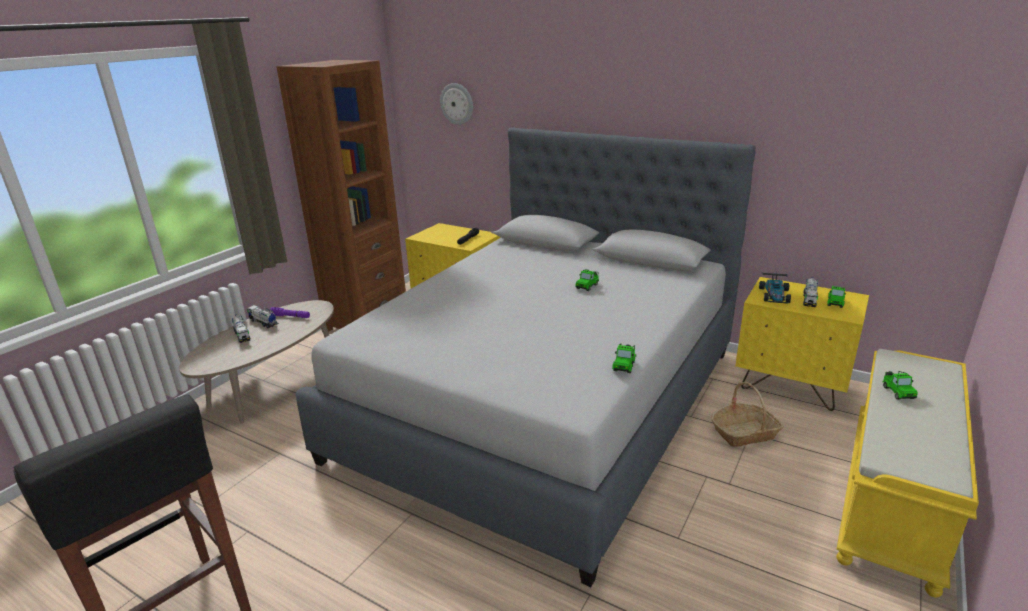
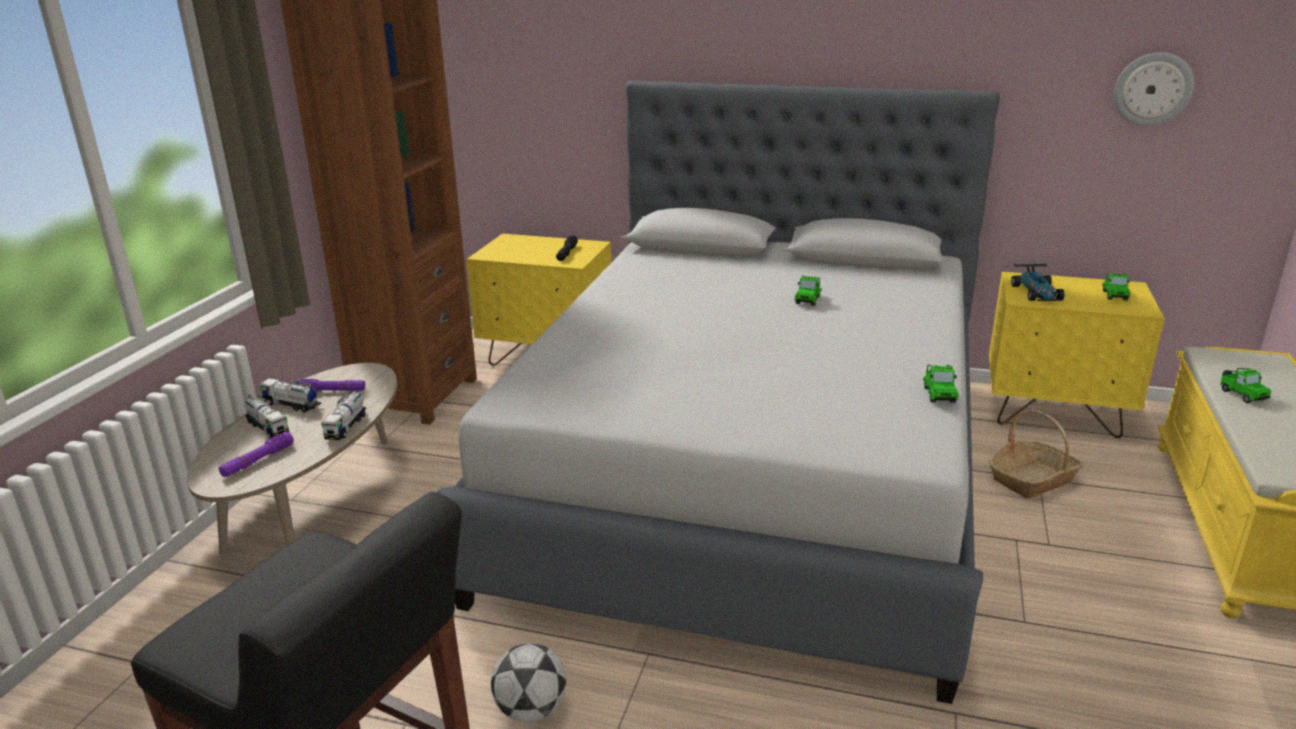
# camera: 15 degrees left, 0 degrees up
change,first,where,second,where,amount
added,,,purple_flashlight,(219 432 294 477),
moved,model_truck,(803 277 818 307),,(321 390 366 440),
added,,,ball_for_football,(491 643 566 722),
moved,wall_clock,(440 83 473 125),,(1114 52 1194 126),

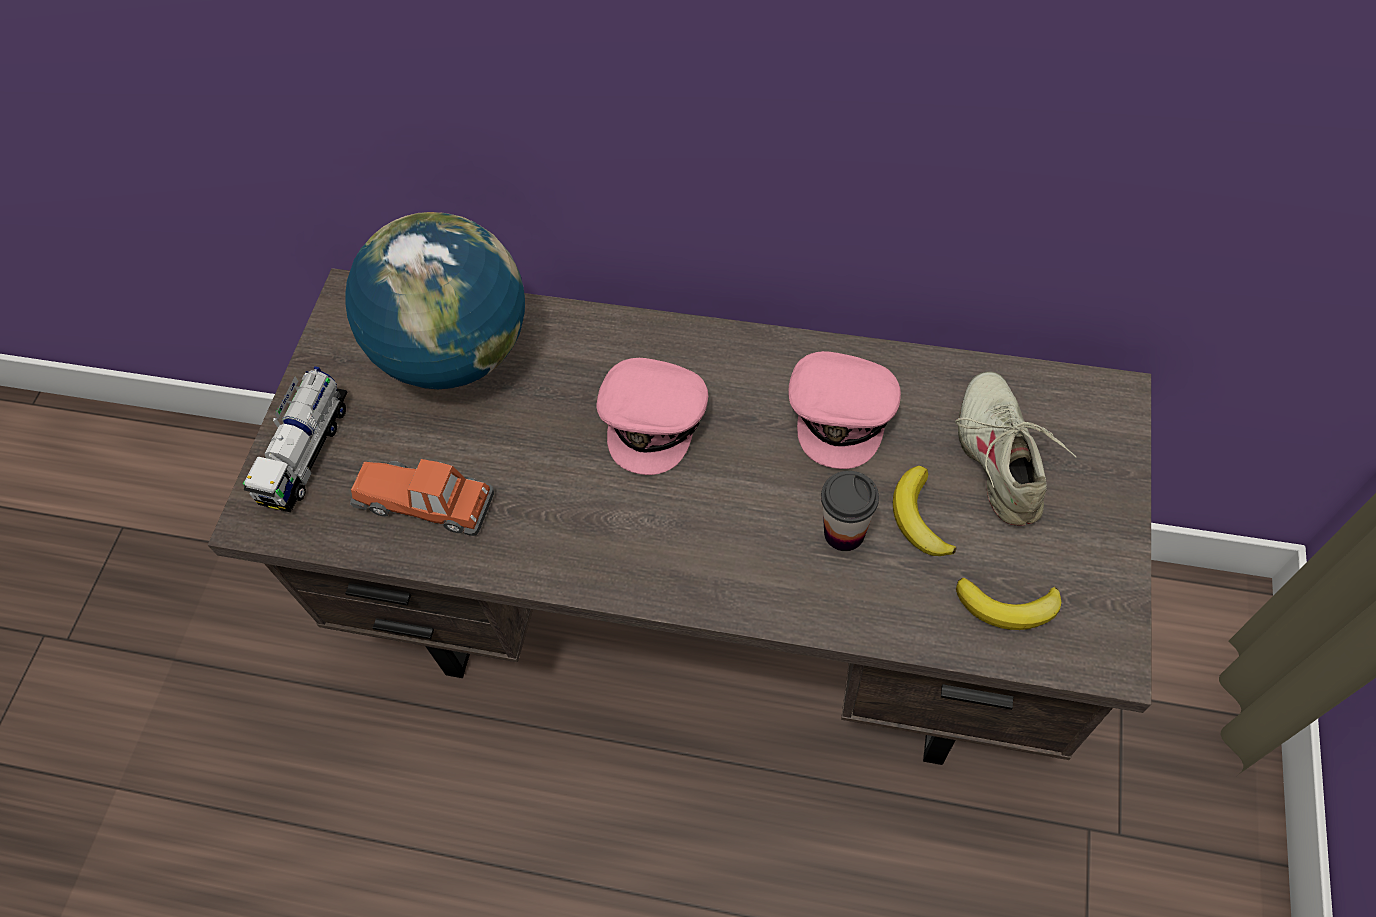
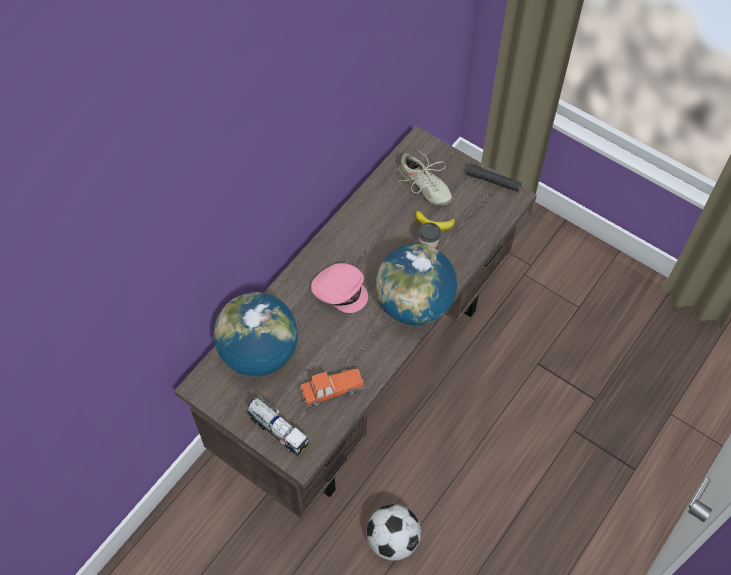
# camera: 70 degrees left, 0 degrees up
change,first,where,second,where,amount
turned,model_car,(350 459 494 536),,(299 368 366 409),150 degrees counterclockwise
added,,,ball_for_football,(366 504 421 561),
added,,,world_globe,(375 244 457 325),
turned,sand-coloured_low_shoe,(955 372 1076 526),,(398 150 452 207),150 degrees counterclockwise
added,,,blackish_flashlight,(466 163 521 192),
removed,pink-coloured_baseball_cap,(788 351 901 469),,,
removed,whole_banana,(956 577 1061 630),,,

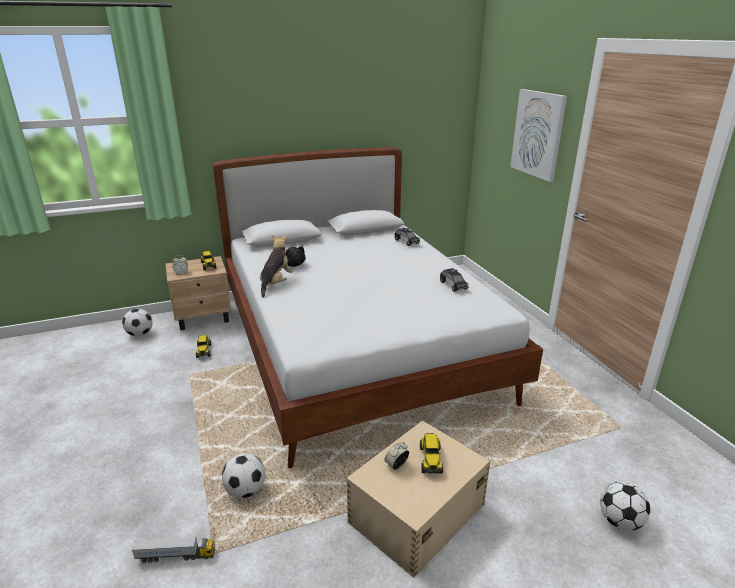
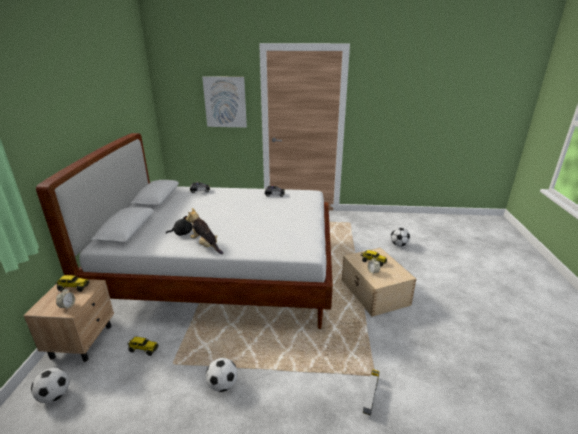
# camera: 65 degrees left, 0 degrees up
change,first,where,second,where,amount
moved,ball_for_football,(222 453 265 498),,(206 358 237 392),

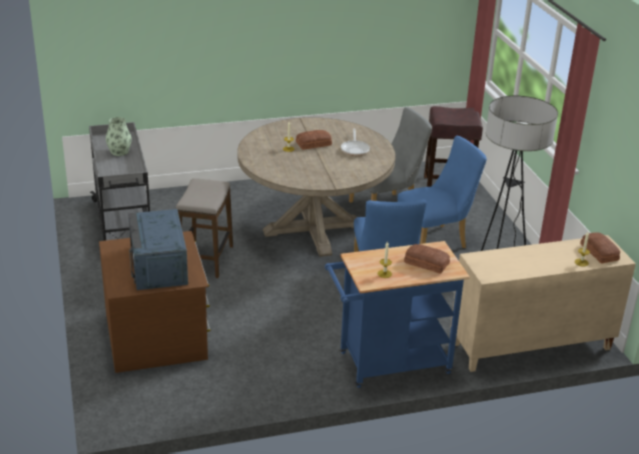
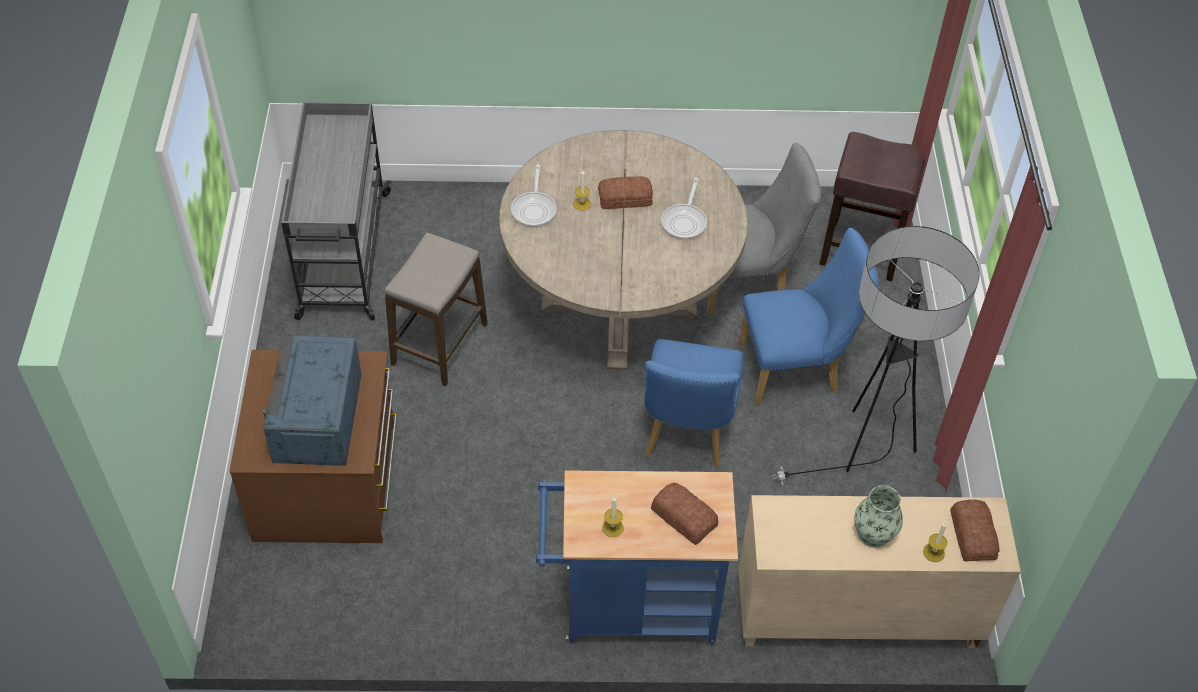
# camera: 15 degrees right, 20 degrees up
change,first,where,second,where,amount
added,,,skillet,(511 165 557 227),
moved,flower_vase,(106 117 132 156),,(854 485 903 547),

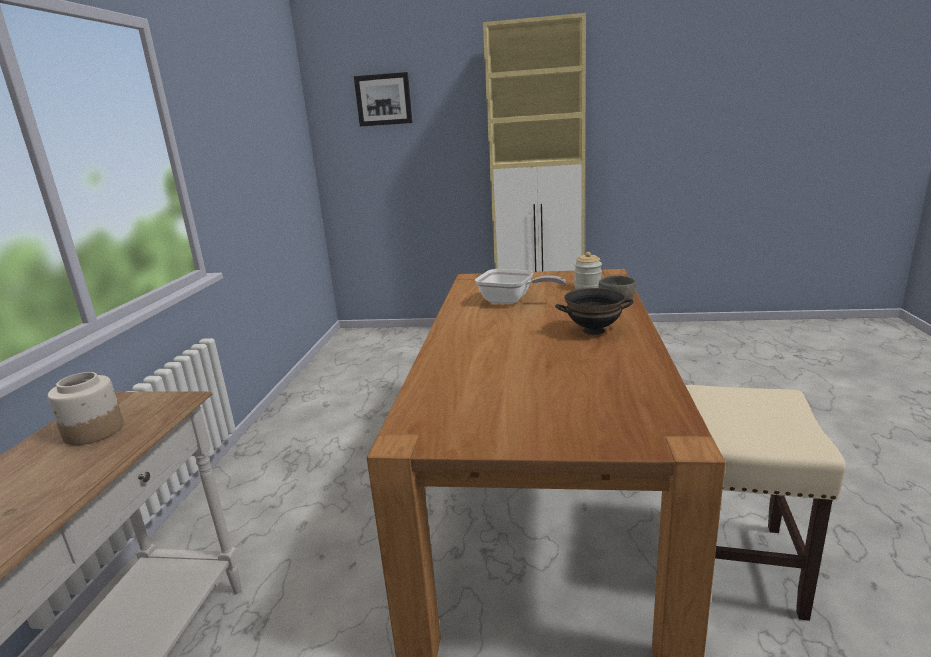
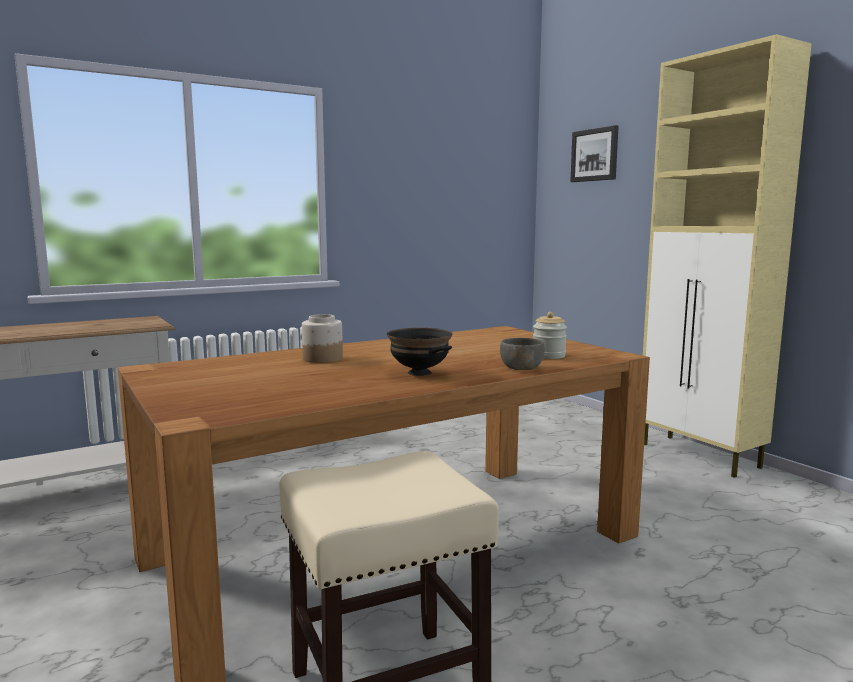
# camera: 50 degrees right, 10 degrees down
change,first,where,second,where,amount
moved,jar,(47 372 124 445),,(302 314 343 363),
removed,skillet,(475 269 566 304),,,

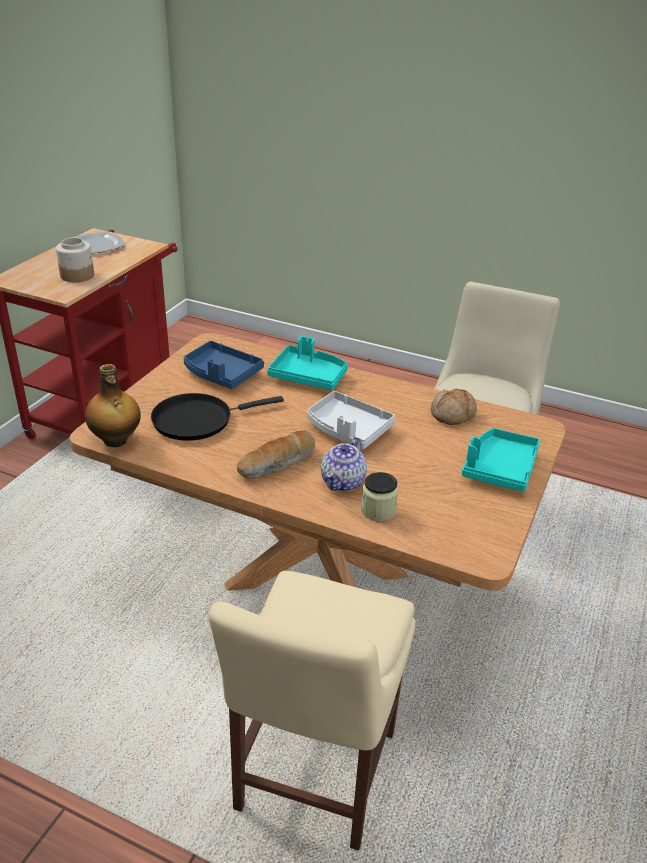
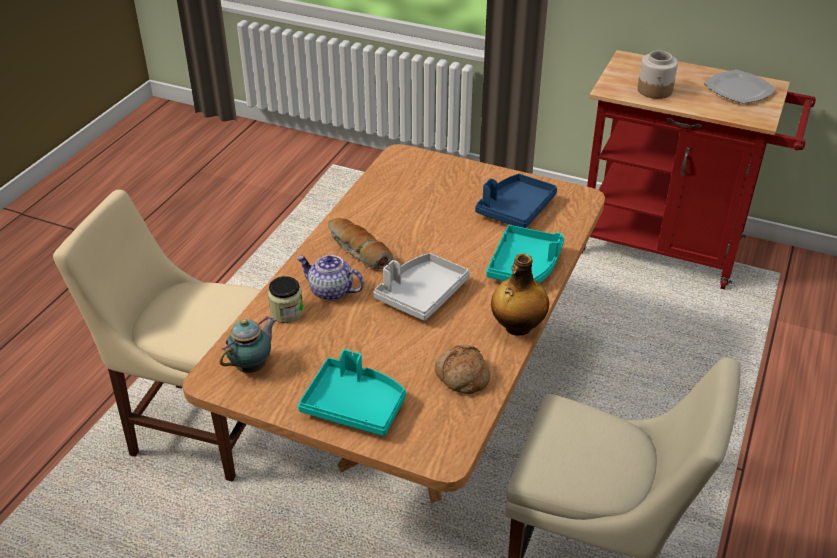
# camera: 90 degrees right, 5 degrees up
change,first,where,second,where,amount
added,,,teapot,(220 316 276 373),
moved,bottle,(85 364 141 447),,(491 253 549 336),
removed,blackish_skillet,(151 393 284 441),,,

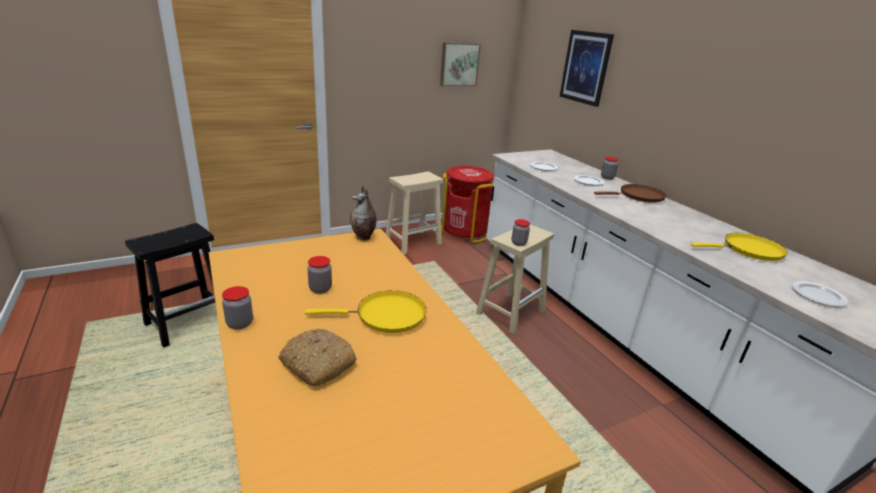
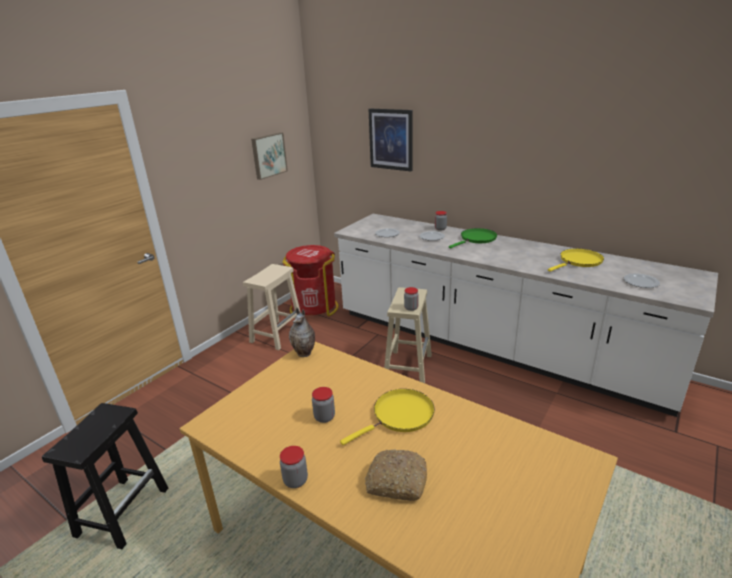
# camera: 25 degrees left, 0 degrees up
change,first,where,second,where,amount
recoloured,brownish_skillet,(594 184 667 203),green-coloured_skillet,(449 228 497 248),

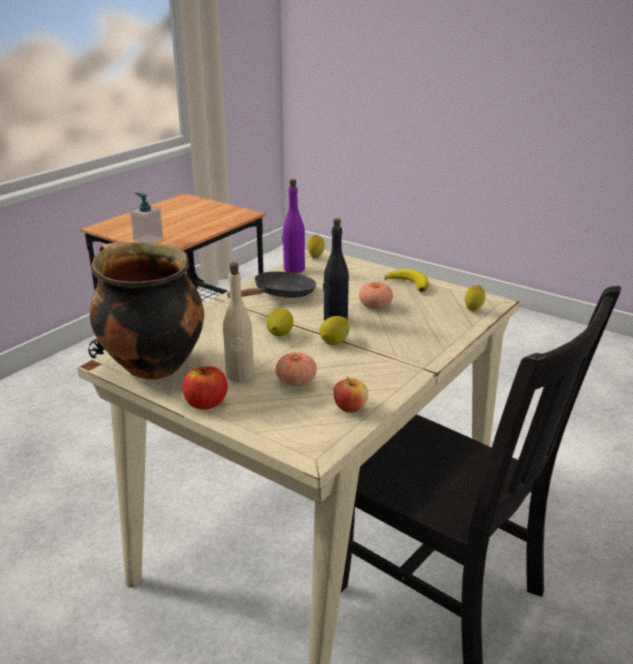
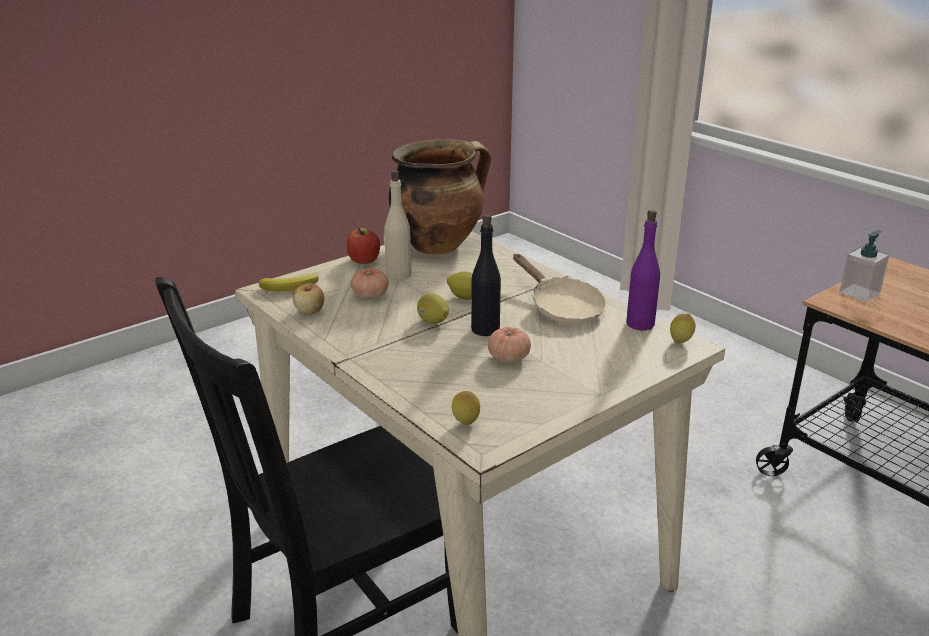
# camera: 105 degrees right, 0 degrees up
change,first,where,second,where,amount
moved,whole_banana,(385 268 429 292),,(259 273 319 291),
recoloured,blackish_skillet,(228 271 316 298),sand-coloured_skillet,(513 254 606 324),

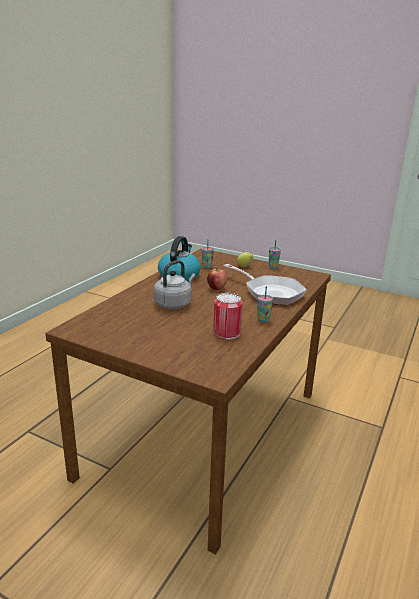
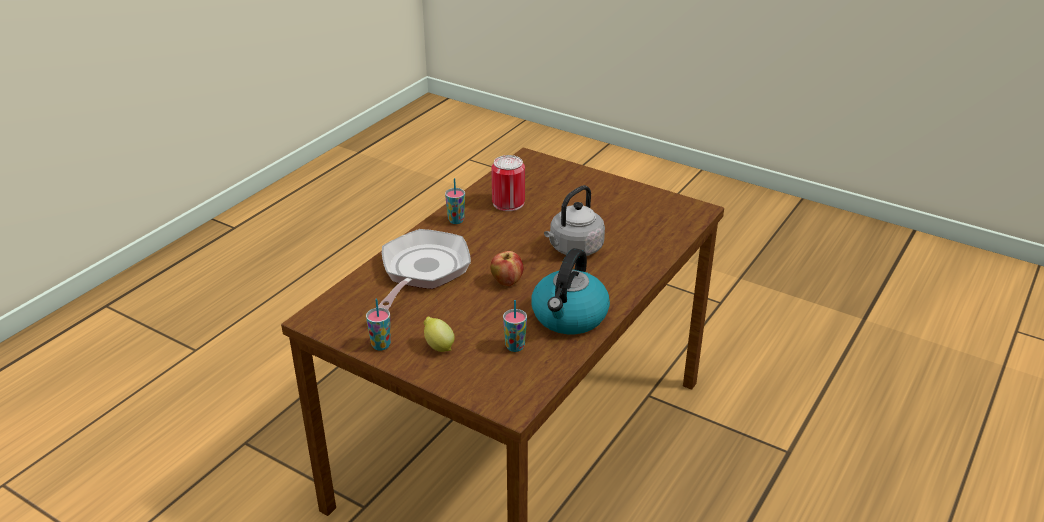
# camera: 175 degrees left, 10 degrees up
change,first,where,second,where,amount
turned,skillet,(224 264 307 305),,(378 229 471 310),60 degrees clockwise

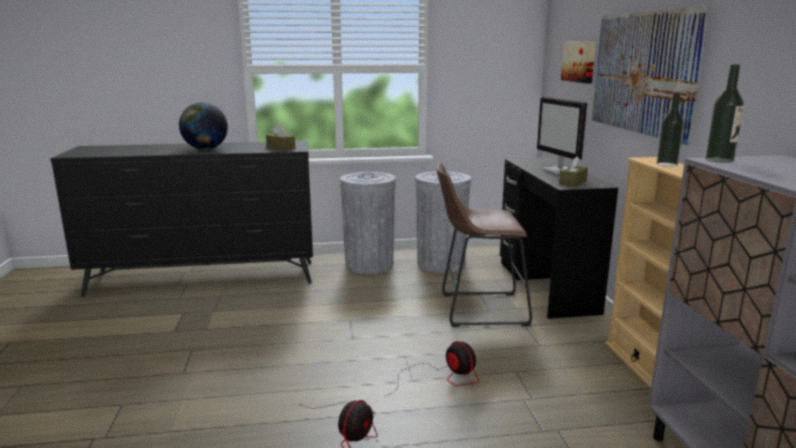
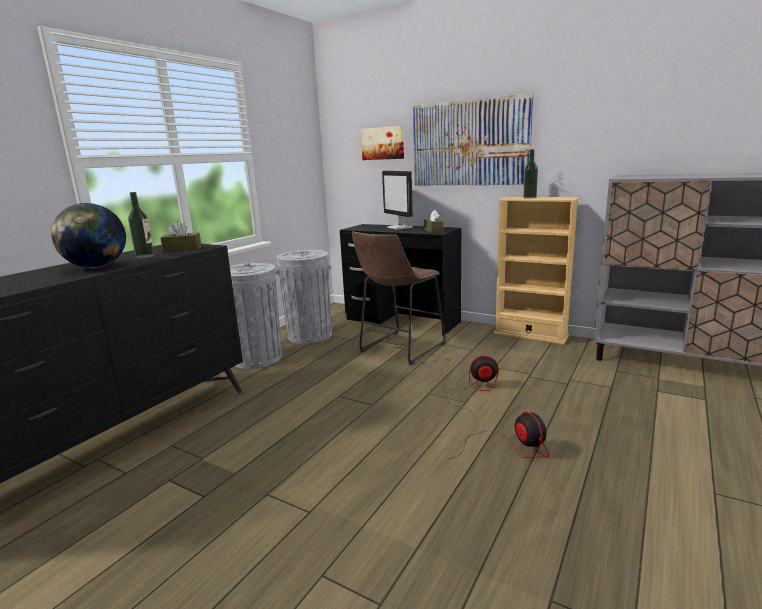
# camera: 50 degrees left, 0 degrees up
change,first,where,second,where,amount
moved,bottle,(706 64 744 163),,(128 192 154 258),
turned,monitor,(537 97 587 174),,(382 171 413 230),45 degrees clockwise

